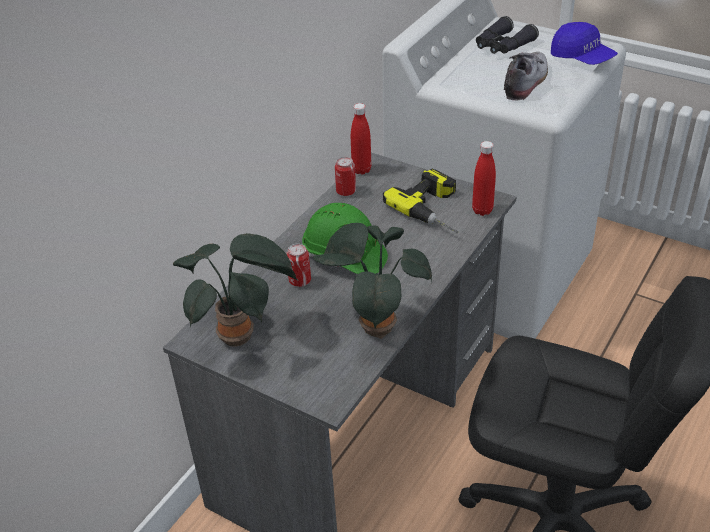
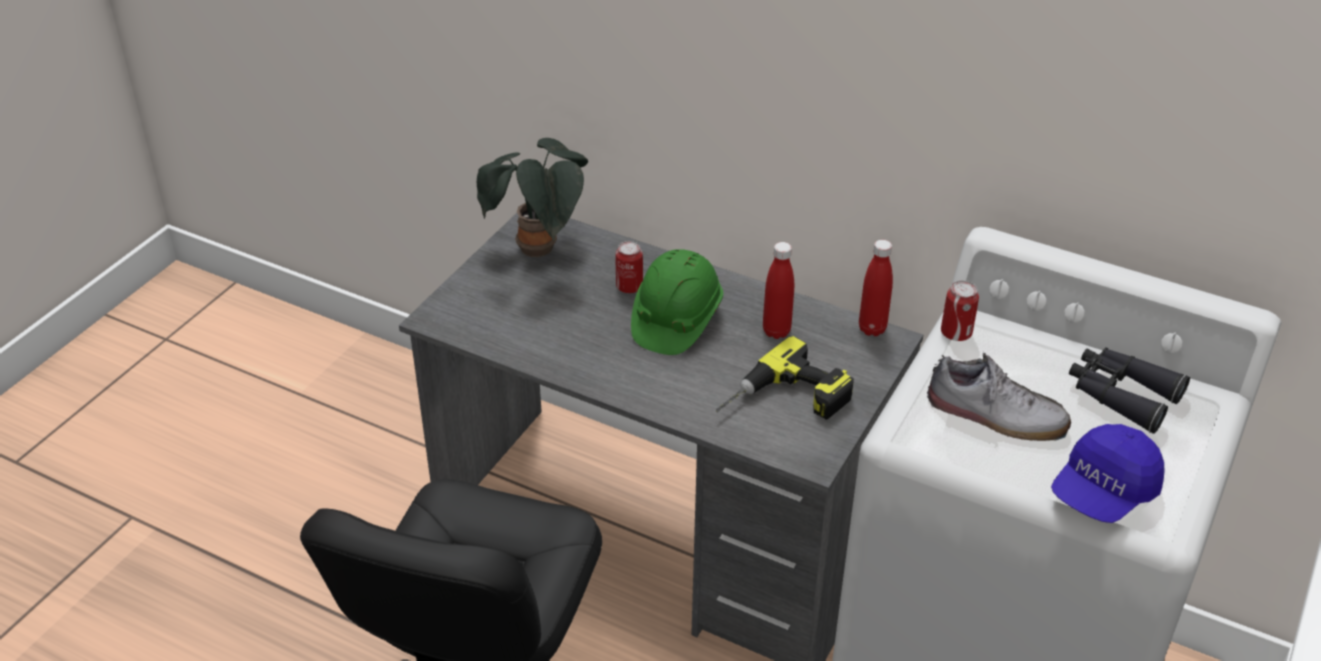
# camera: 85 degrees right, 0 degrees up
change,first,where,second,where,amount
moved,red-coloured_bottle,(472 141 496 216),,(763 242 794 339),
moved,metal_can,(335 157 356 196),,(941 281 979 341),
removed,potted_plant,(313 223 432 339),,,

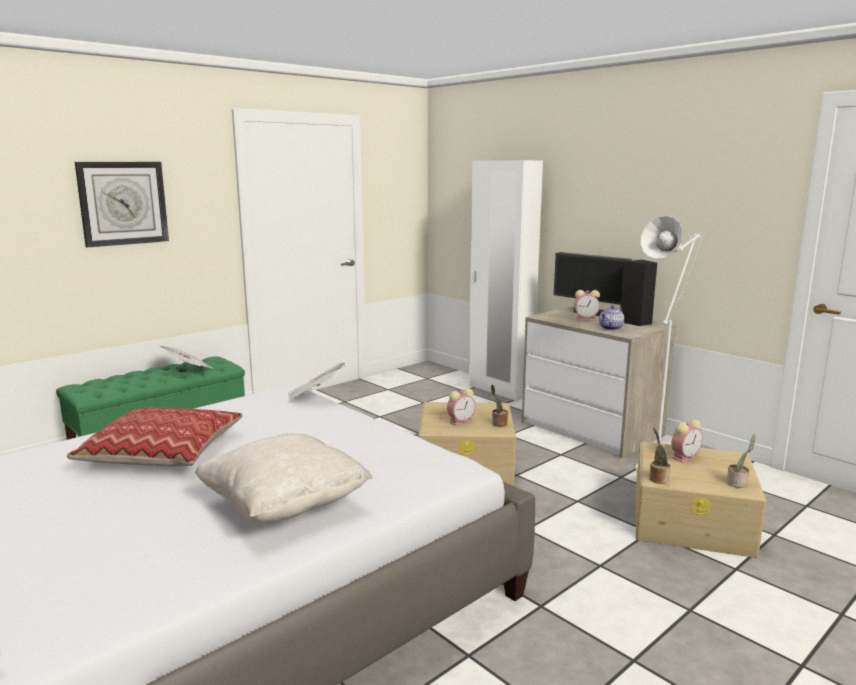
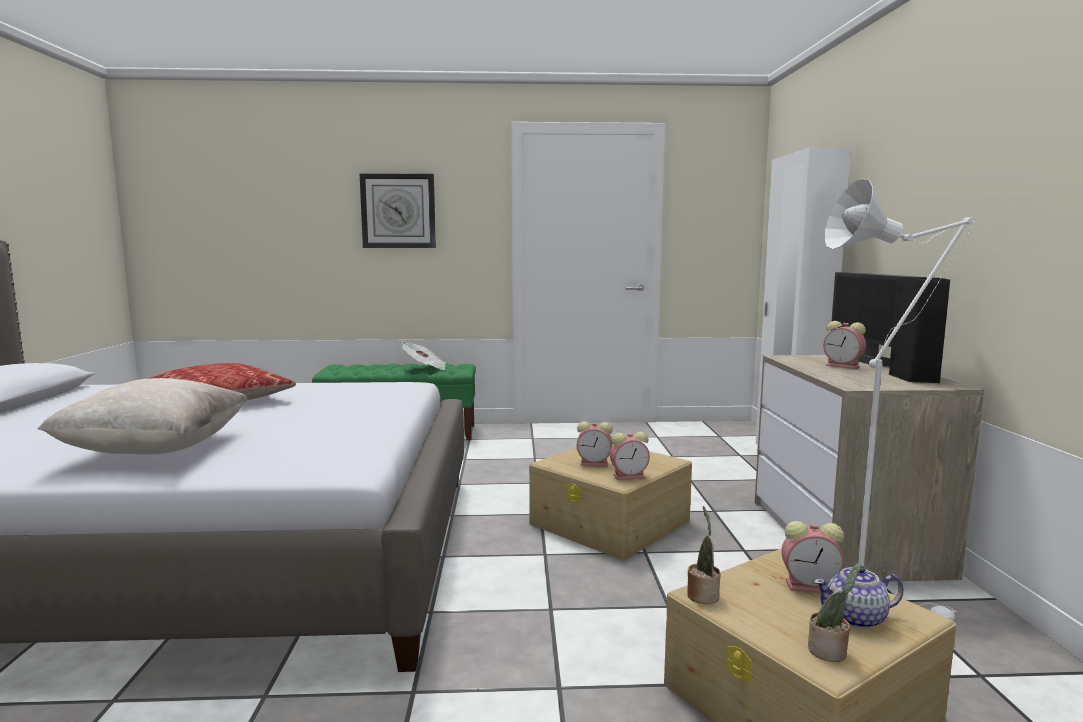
# camera: 40 degrees right, 5 degrees down
change,first,where,second,where,amount
replaced,potted_plant,(491 385 508 427),bedside_clock,(610 432 650 480),
moved,teapot,(599 305 624 330),,(814 566 903 629),
removed,newspaper,(288 363 346 400),,,

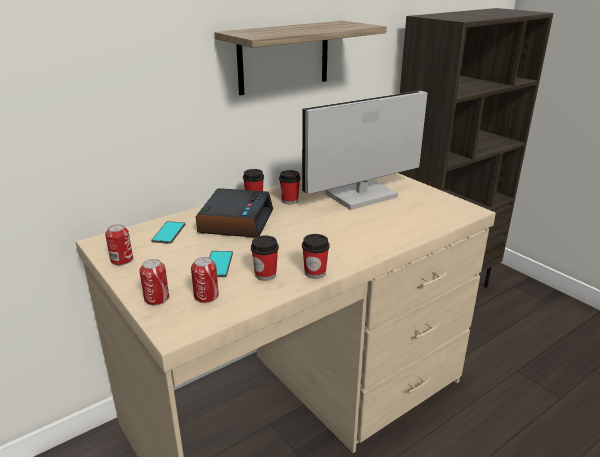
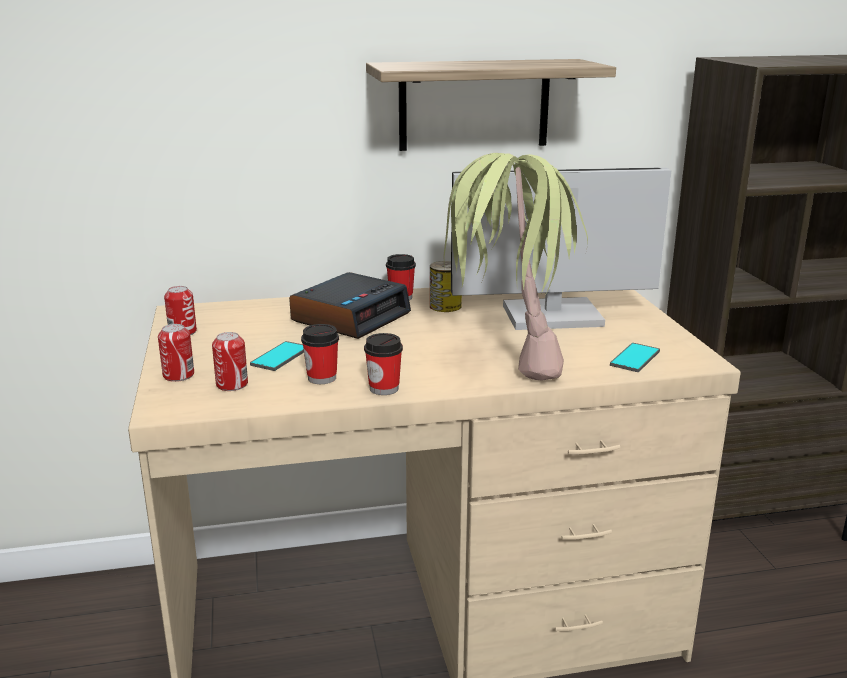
# camera: 25 degrees right, 5 degrees down
change,first,where,second,where,amount
replaced,cup,(279 170 300 204),metal_can,(430 261 462 312),
added,,,potted_plant,(444 153 588 381),
moved,phone,(151 221 185 244),,(610 343 660 372),

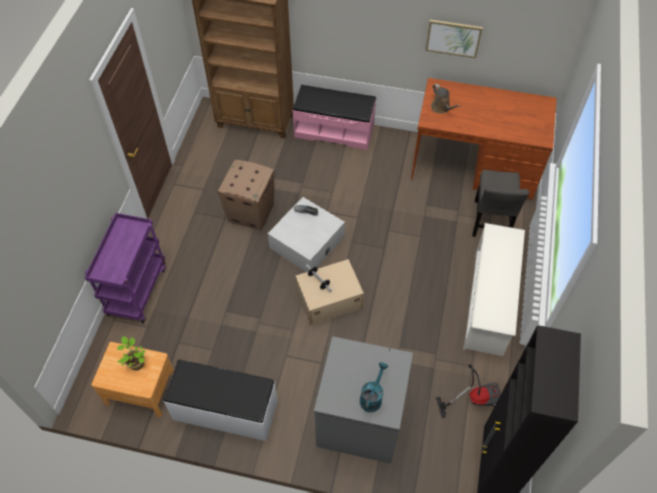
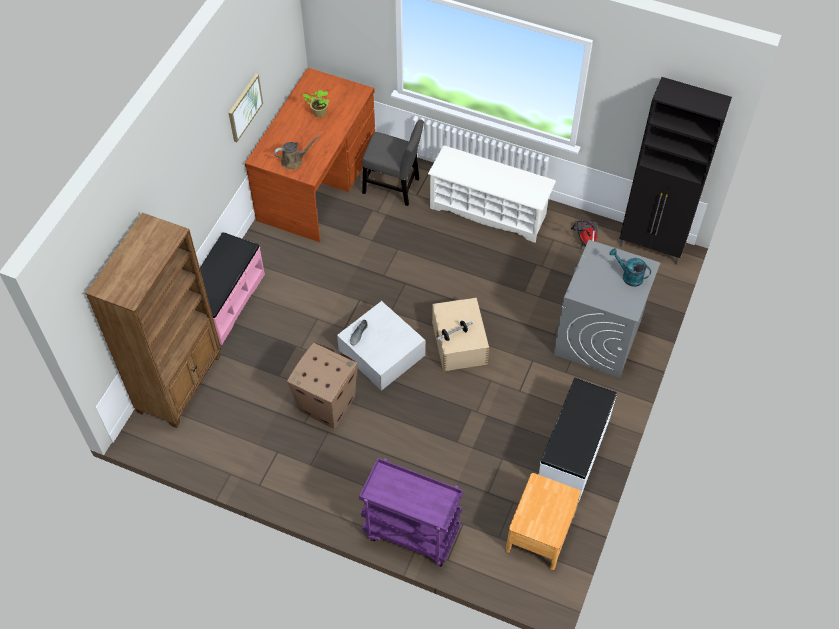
# camera: 80 degrees left, 0 degrees up
change,first,where,second,where,amount
moved,potted_plant,(117 336 145 371),,(303 90 329 117),

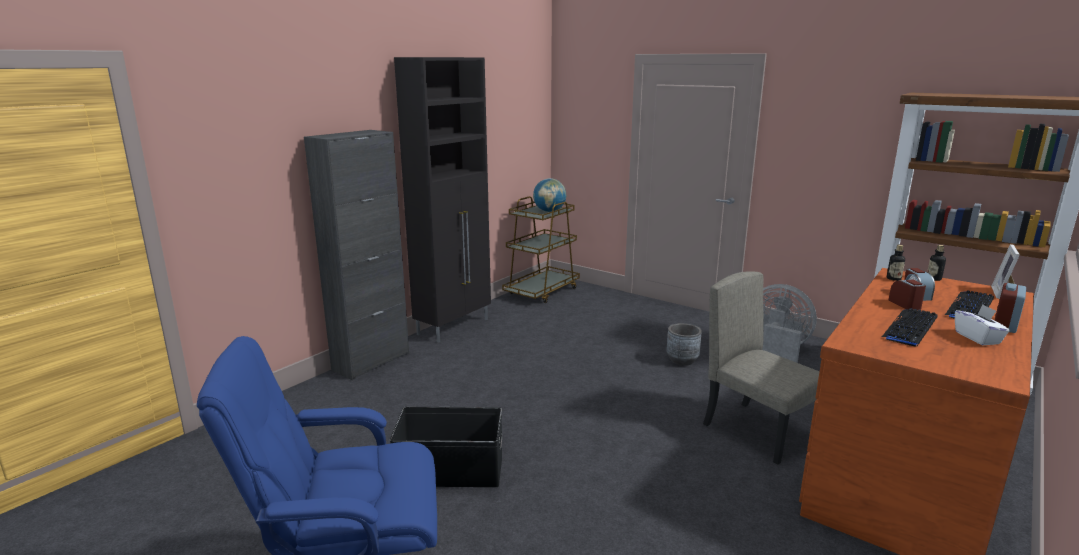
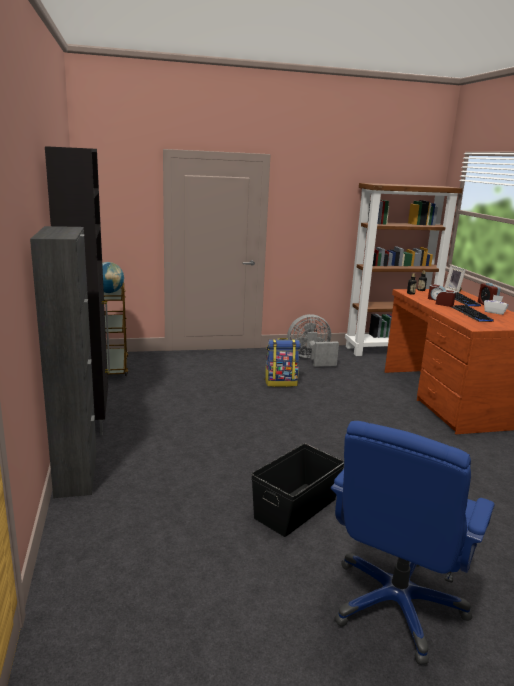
# camera: 50 degrees left, 0 degrees up
change,first,where,second,where,amount
replaced,grey_flower_pot,(666 323 702 366),knapsack,(265 338 301 387),
removed,sand-coloured_chair,(703 271 820 465),,,

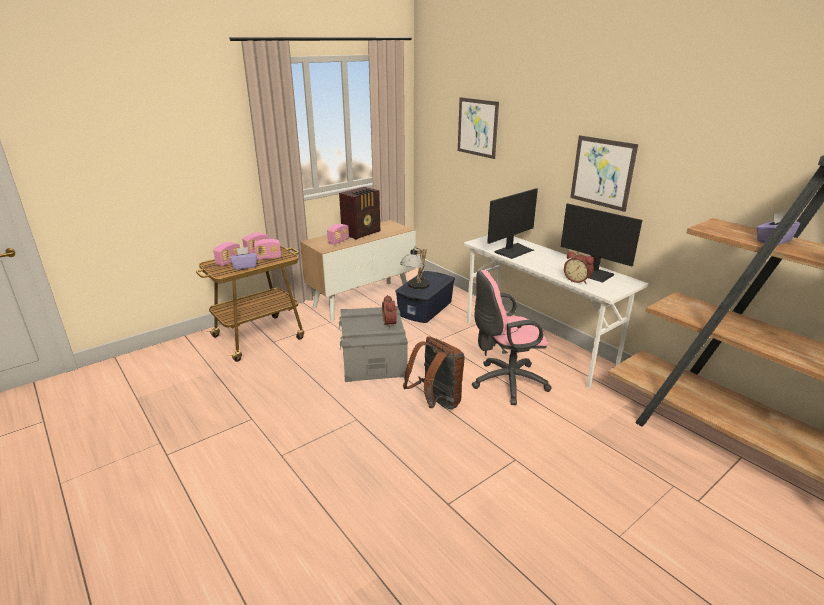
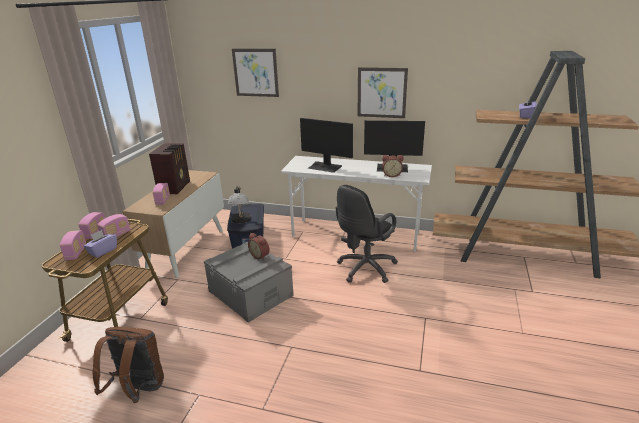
# camera: 35 degrees left, 0 degrees up
change,first,where,second,where,amount
moved,brownish_knapsack,(403 337 465 409),,(93 327 164 403),
turned,monitor,(487 188 538 259),,(300 118 353 173),105 degrees clockwise
recoloured,pink-coloured_desk_chair,(472 270 552 405),blackish_desk_chair,(336 185 398 283),

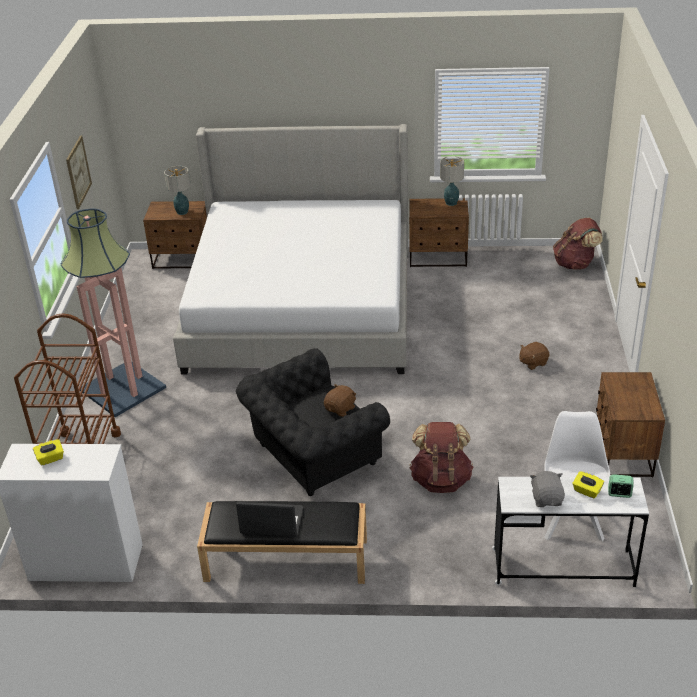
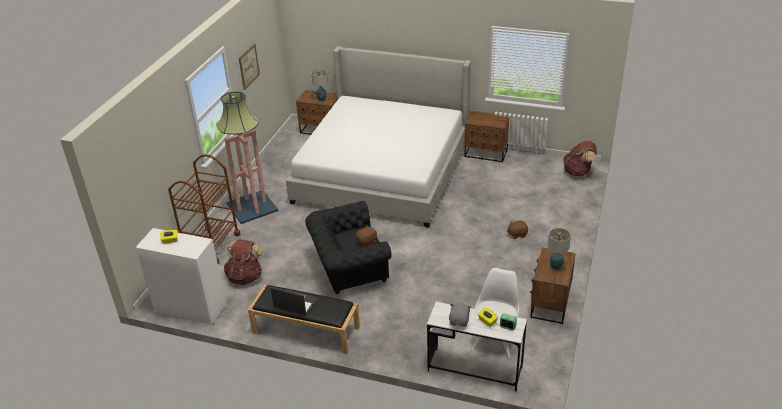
# camera: 15 degrees right, 0 degrees up
change,first,where,second,where,amount
moved,brownish_knapsack,(409 422 473 493),,(224 240 263 285),
moved,lamp_for_a_table,(440 156 464 206),,(547 228 571 270),

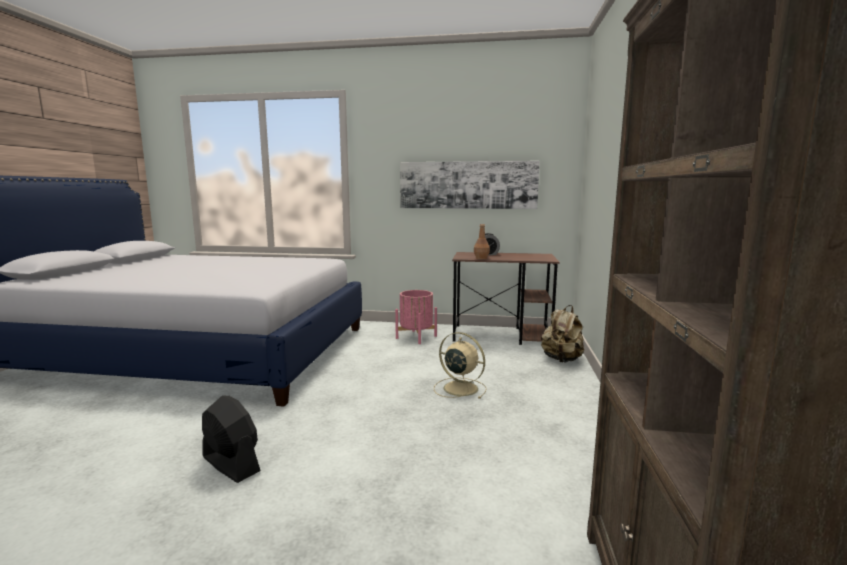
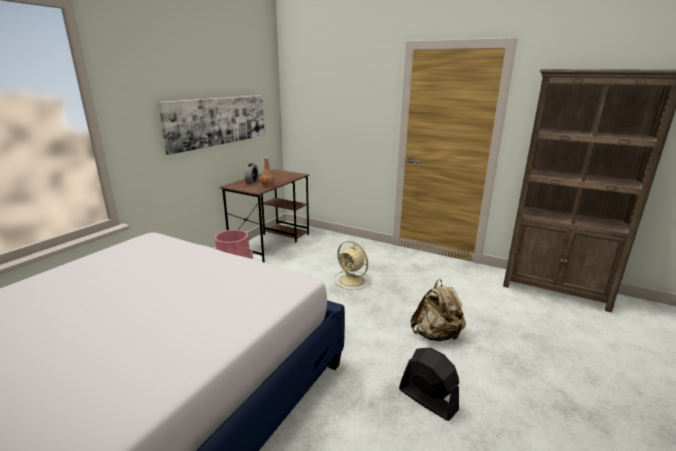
# camera: 70 degrees left, 10 degrees up
change,first,where,second,where,amount
turned,sand-coloured_electric_fan,(434 332 487 399),,(334 241 372 290),105 degrees counterclockwise
turned,blackish_electric_fan,(202 396 261 483),,(399 348 459 421),75 degrees clockwise
moved,sand-coloured_knapsack,(541 305 584 362),,(411 279 466 341),

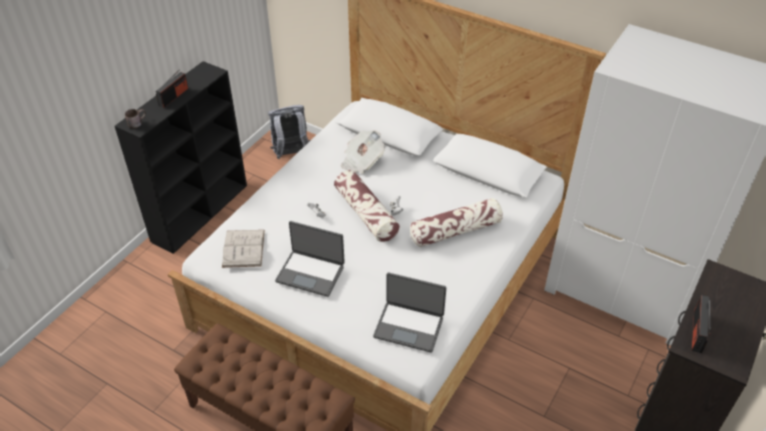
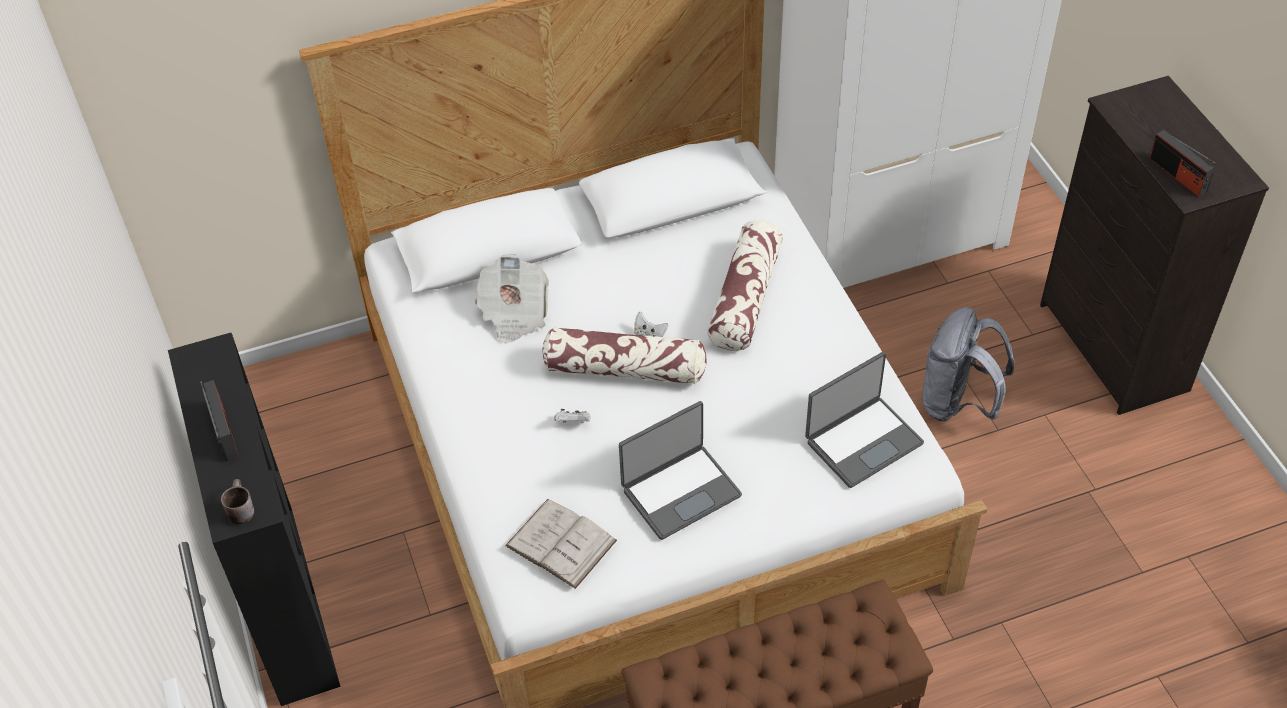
# camera: 50 degrees left, 5 degrees up
change,first,where,second,where,amount
moved,grey_knapsack,(268 105 310 159),,(922 307 1015 421),

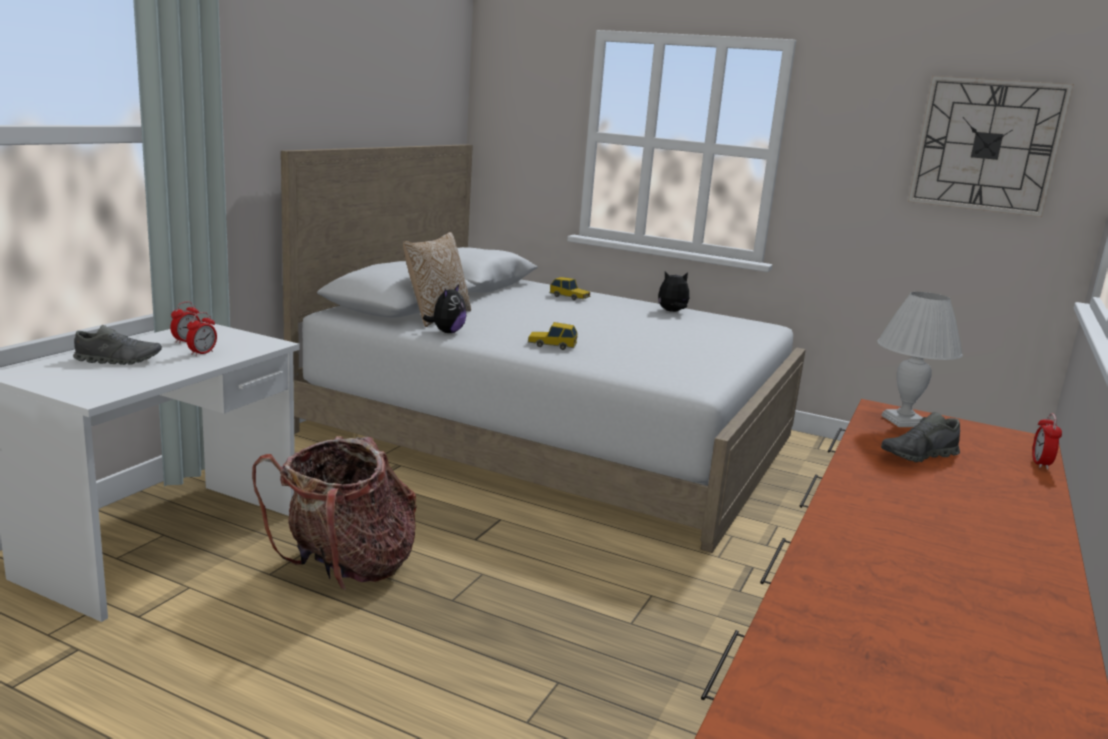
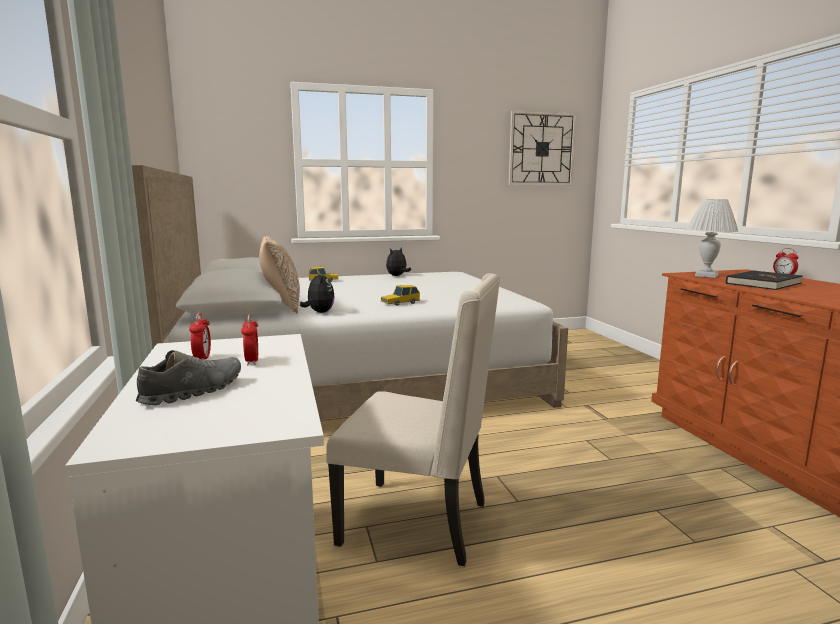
# camera: 40 degrees left, 5 degrees down
change,first,where,second,where,amount
replaced,knapsack,(252 436 417 590),sand-coloured_chair,(326 273 500 566),
replaced,grey_low_shoe,(881 412 960 462),blackish_book,(726 270 803 290),

